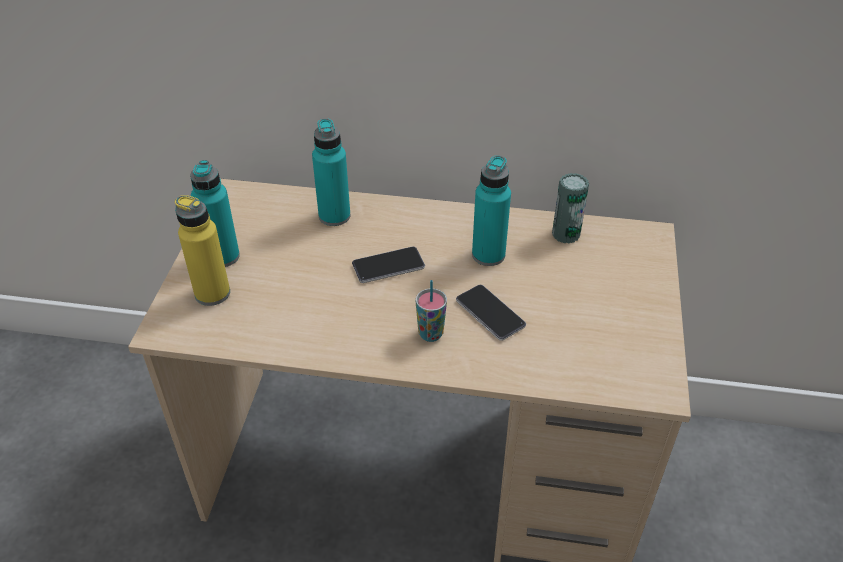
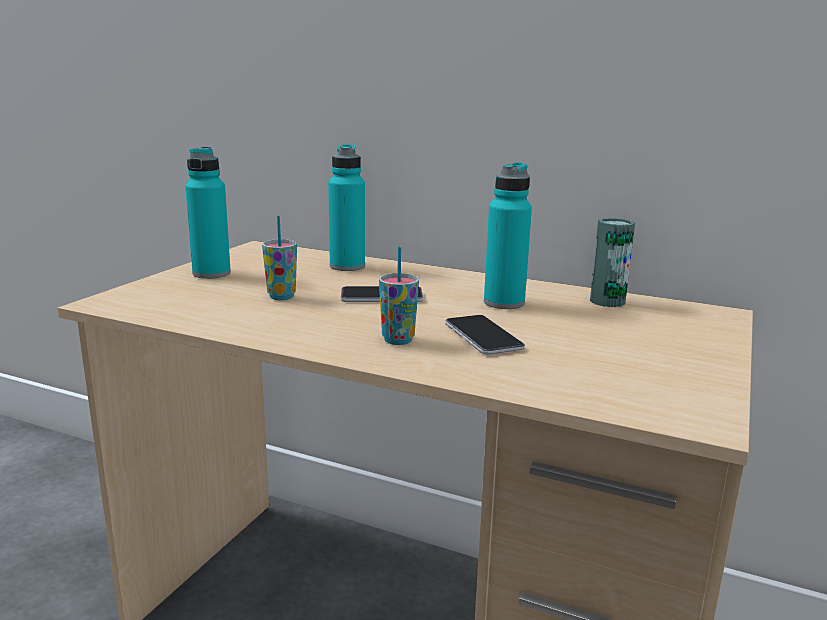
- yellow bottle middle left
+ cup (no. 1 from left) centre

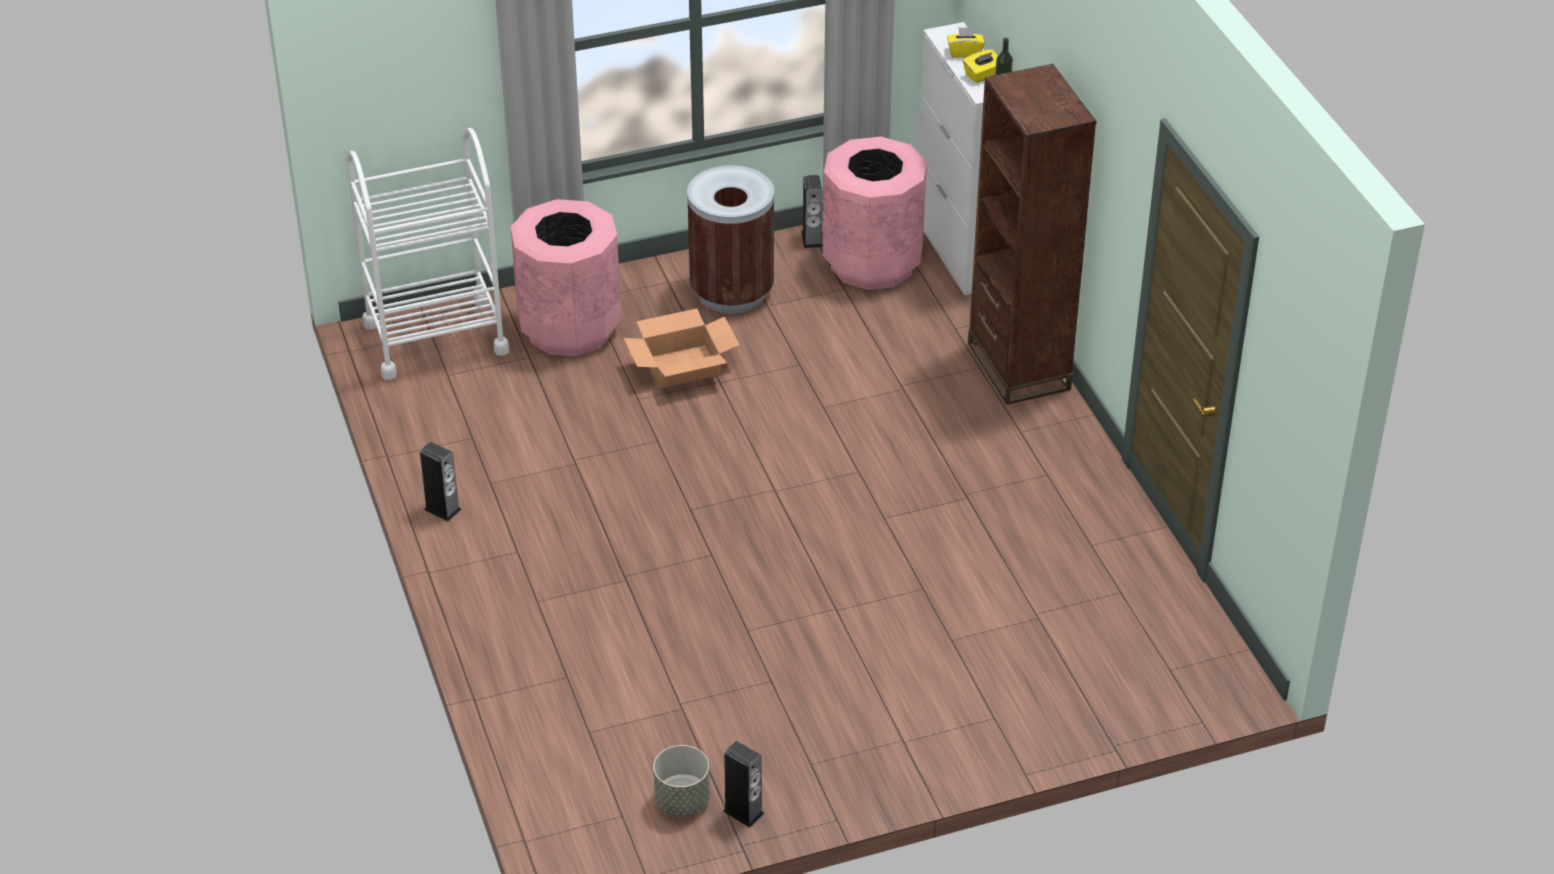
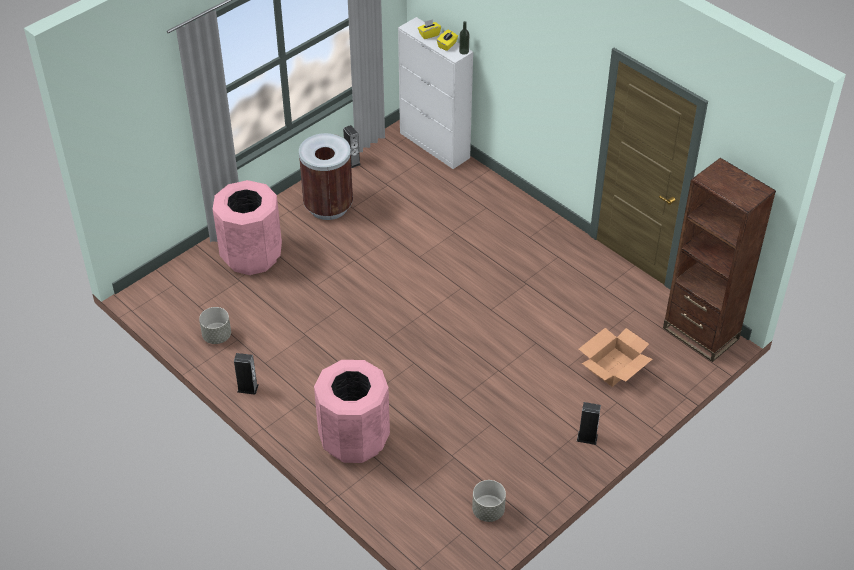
~ brown bookcase top centre to middle right
- white cart top left
~ pink trash can (no. 2 from left) top centre to bottom centre
~ cardboard box centre to middle right
~ speaker (no. 2 from left in the first image) bottom centre to speaker (no. 3 from left) bottom right
+ grey planter (no. 1 from left) middle left

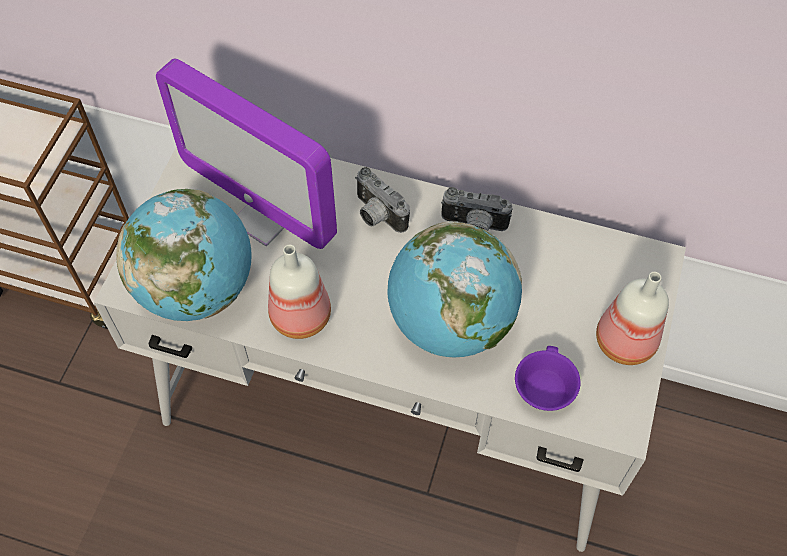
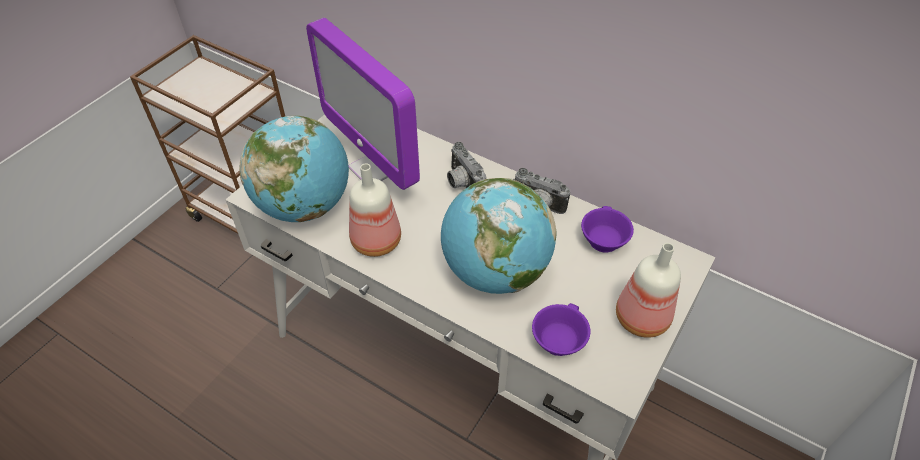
+ purple cup (no. 2 from left) centre

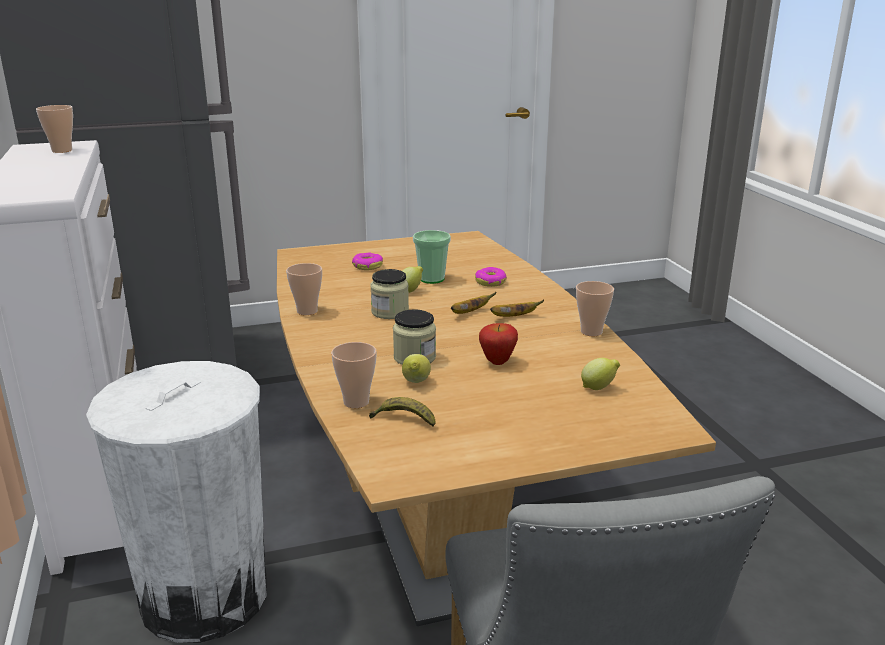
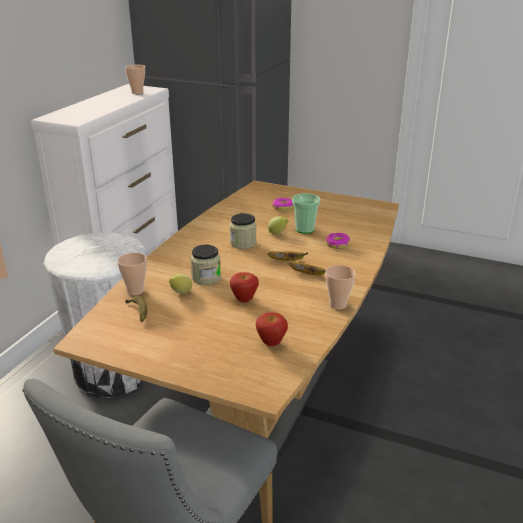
- cup (no. 2 from left) centre
~ lemon (no. 3 from left) middle right to apple (no. 2 from left) centre

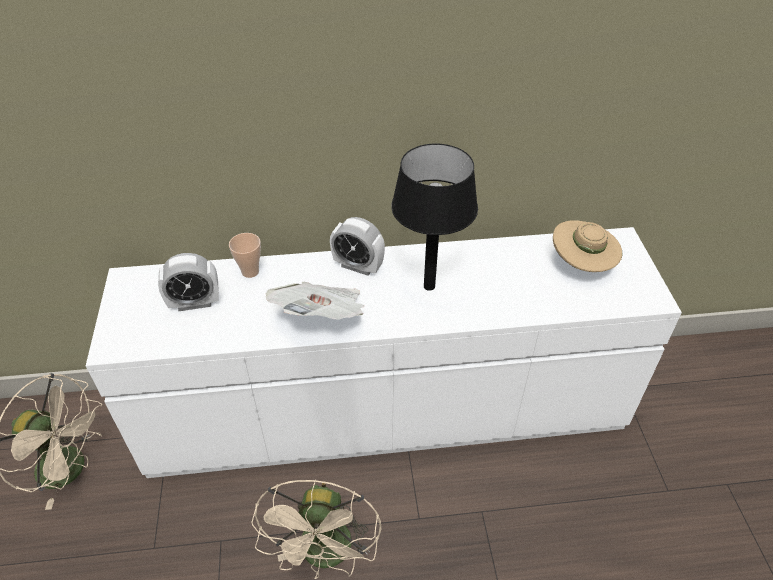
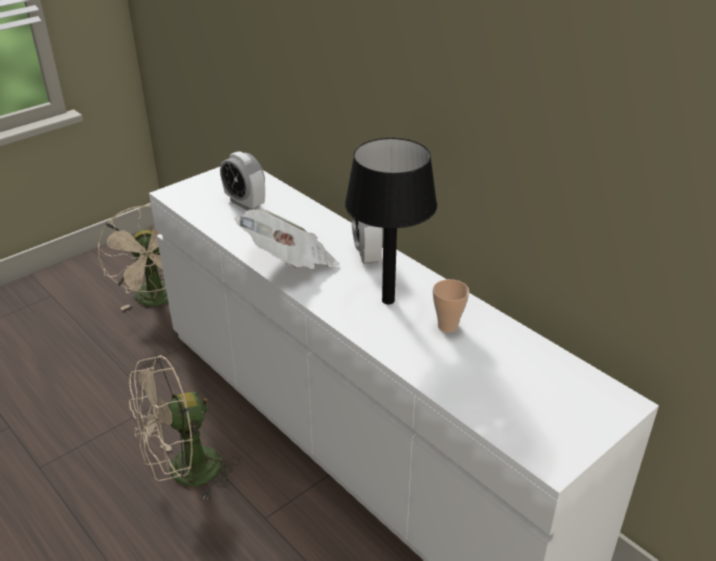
- beige hat middle right
~ cup middle left to centre

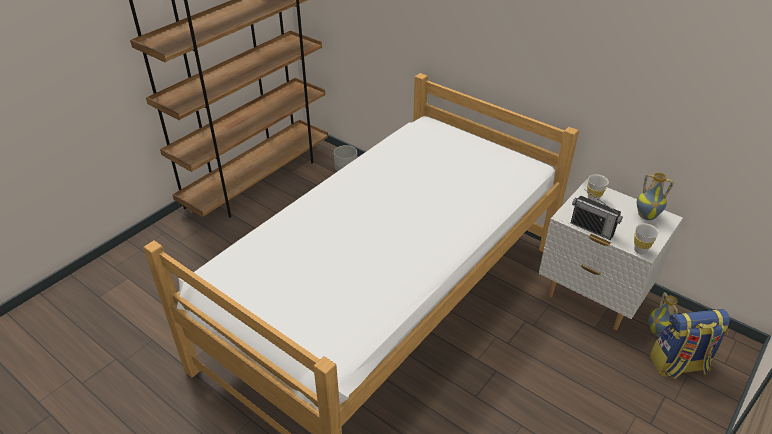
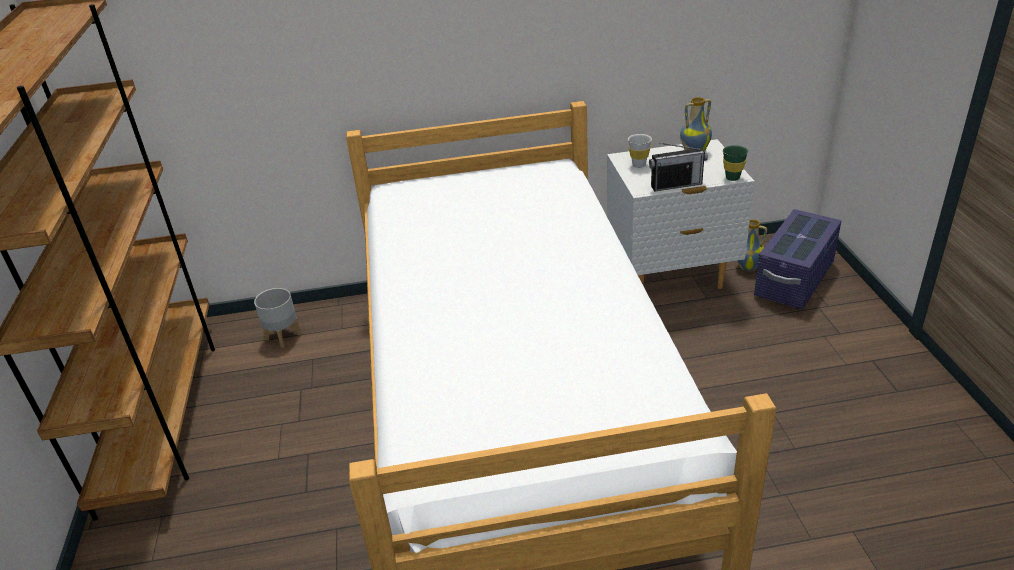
~ white cup (no. 2 from left) middle right to green cup top right
~ backpack bottom right to purple storage box middle right

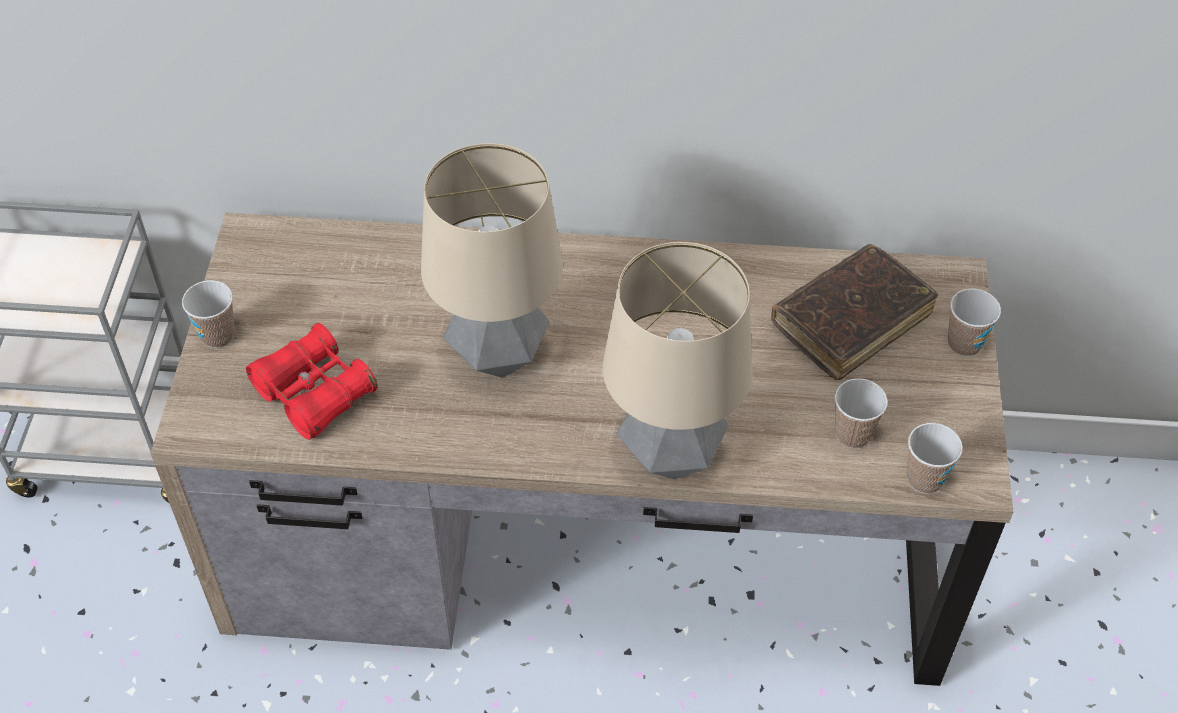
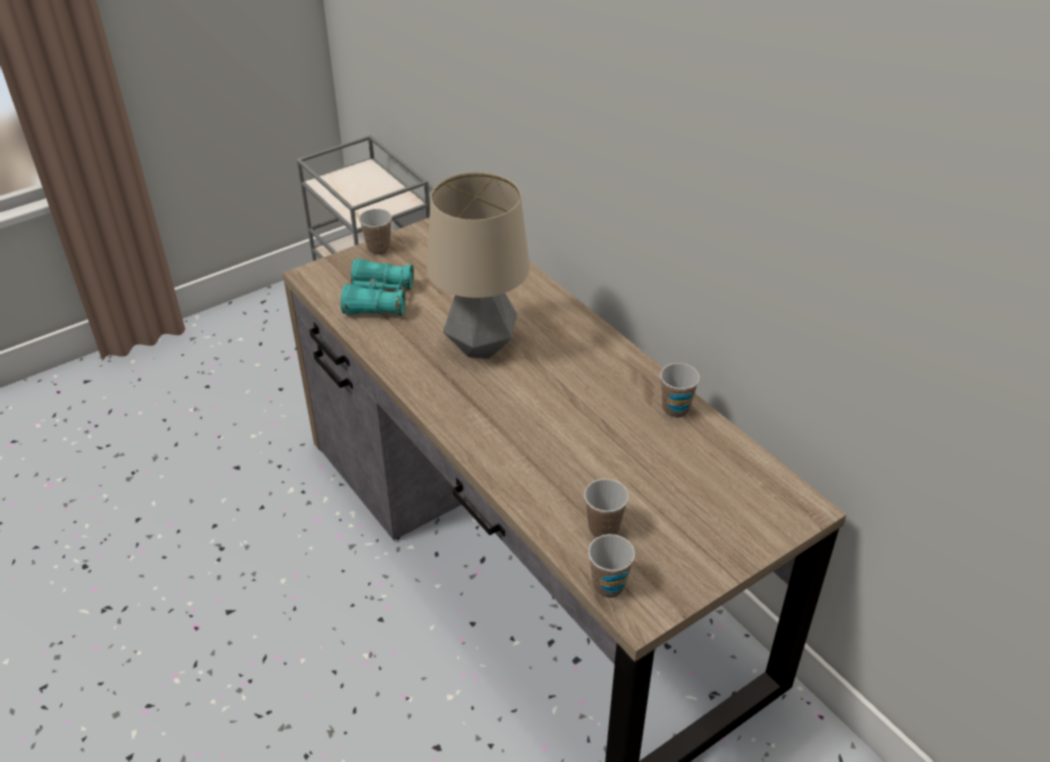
- table lamp (no. 2 from left) centre
- brown book middle right
~ cup (no. 4 from left) middle right to centre
~ red binoculars middle left to turquoise binoculars centre

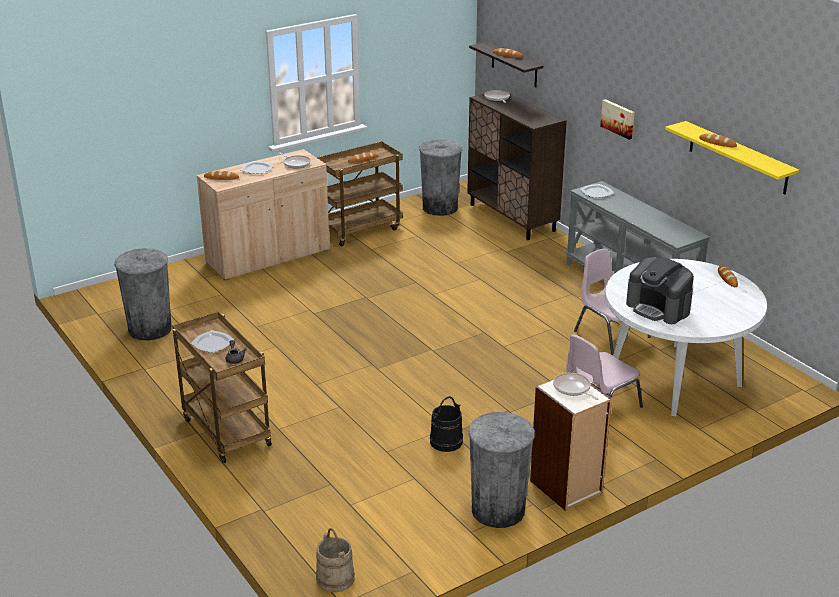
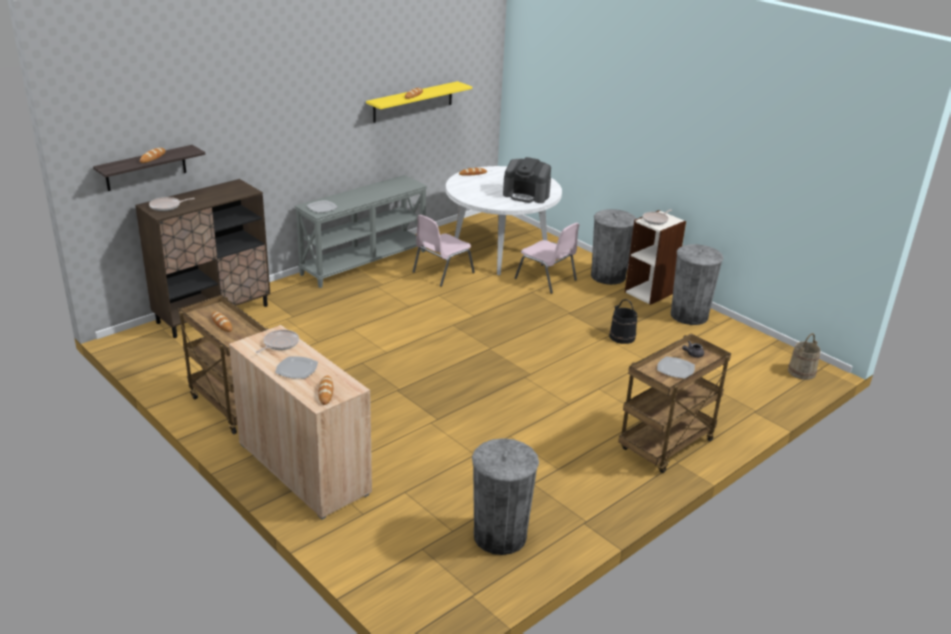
- picture top right
~ grey trash can (no. 2 from left) top centre to centre
~ coffee machine middle right = top centre 75 degrees clockwise

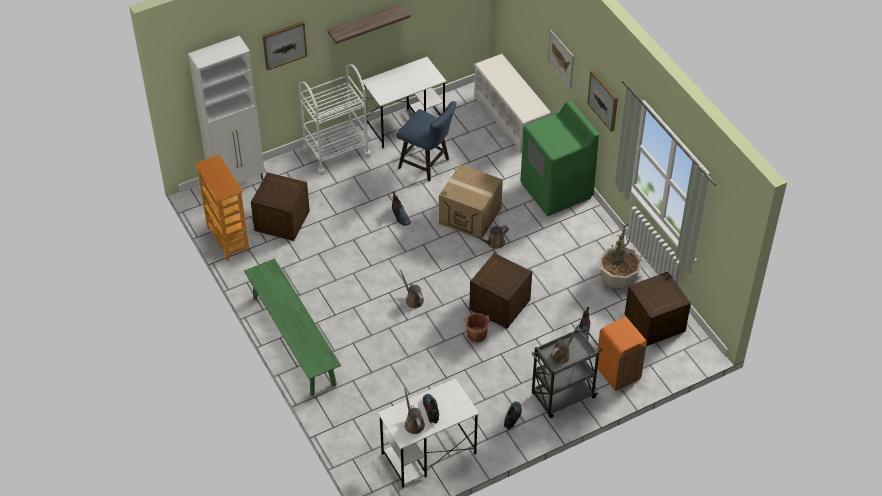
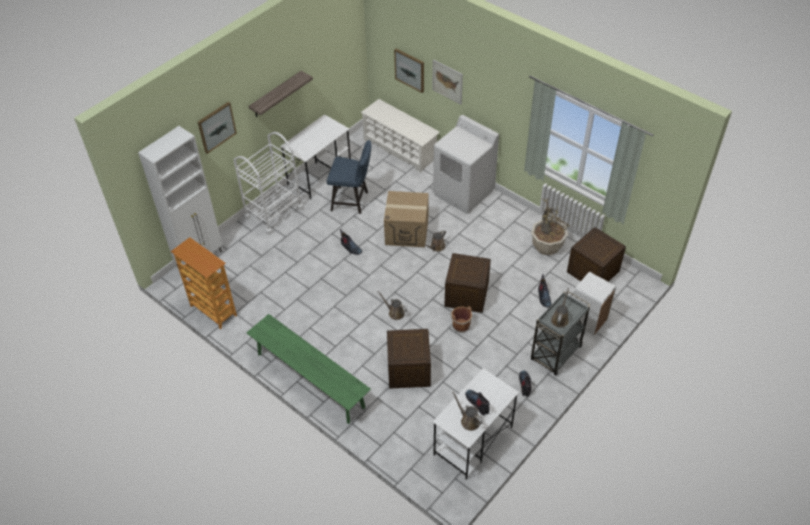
~ picture (no. 3 from left in the first image) top right to picture (no. 2 from left) top centre
~ green washing machine top centre to white washing machine top centre
~ crate (no. 1 from left) middle left to bottom centre
~ orange trash can bottom right to white trash can middle right

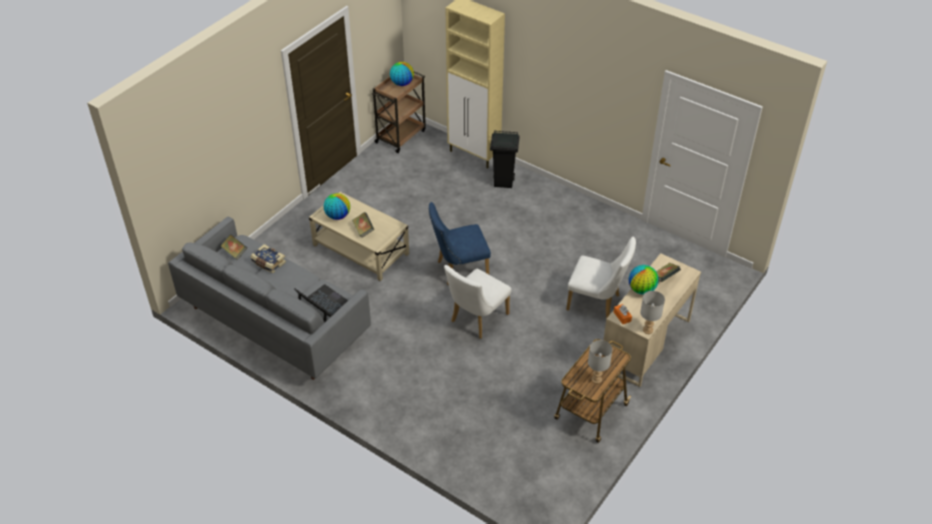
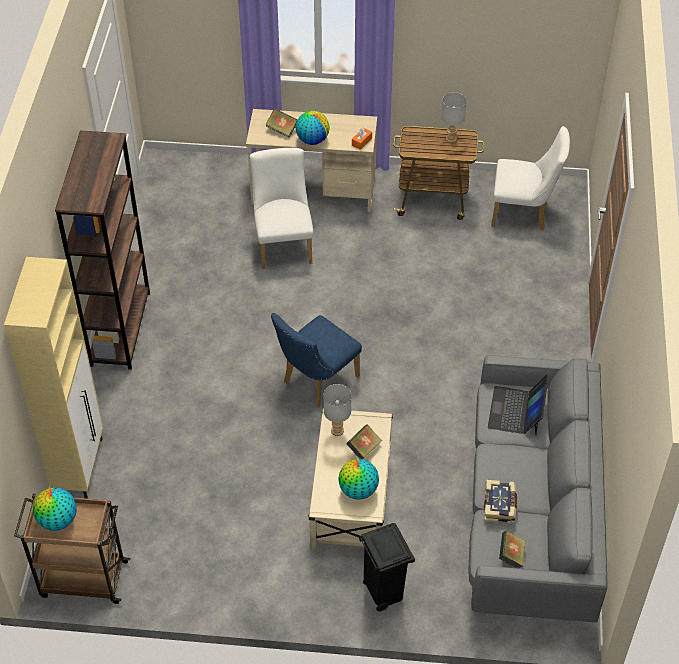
~ black trash can top centre to bottom centre
~ blue chair centre = centre 90 degrees clockwise
~ white chair (no. 1 from left in the first image) centre to white chair (no. 2 from left) top right
~ grey table lamp (no. 2 from left in the first image) middle right to grey table lamp (no. 1 from left) centre
+ brown bookcase middle left

